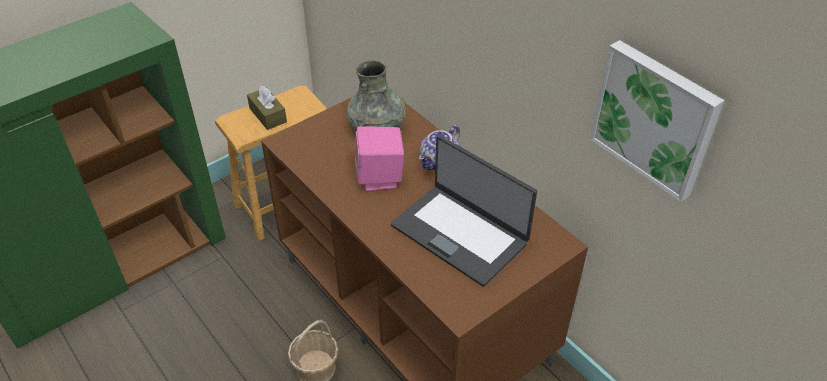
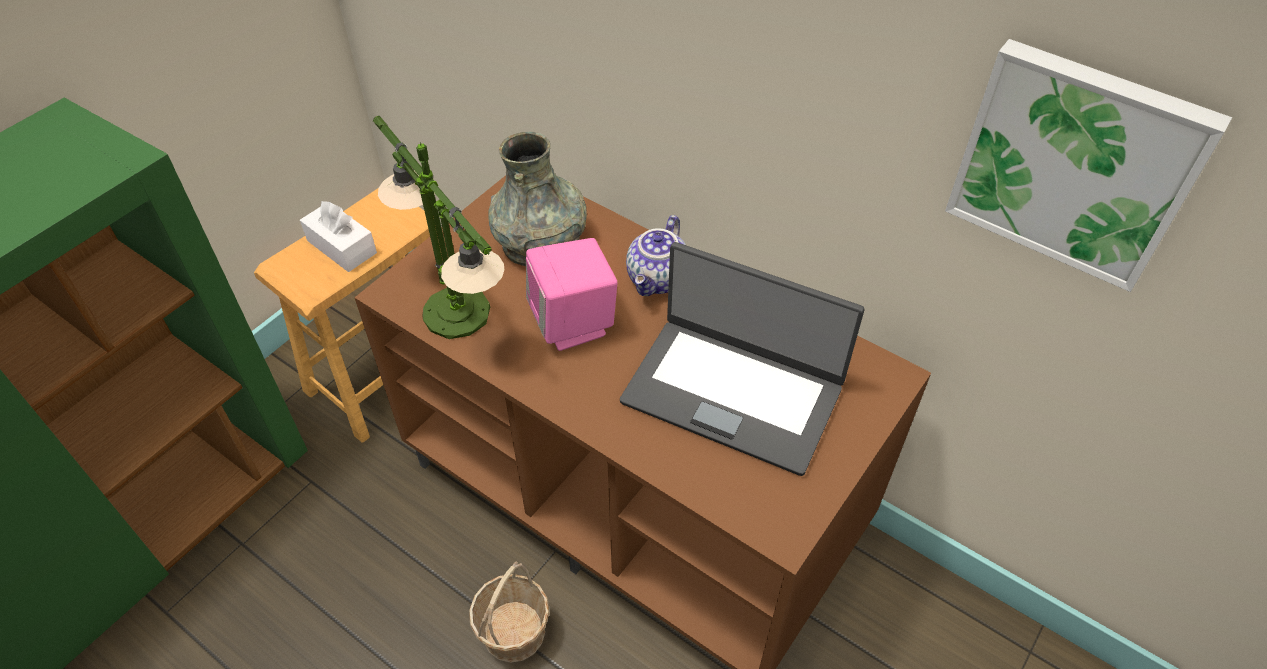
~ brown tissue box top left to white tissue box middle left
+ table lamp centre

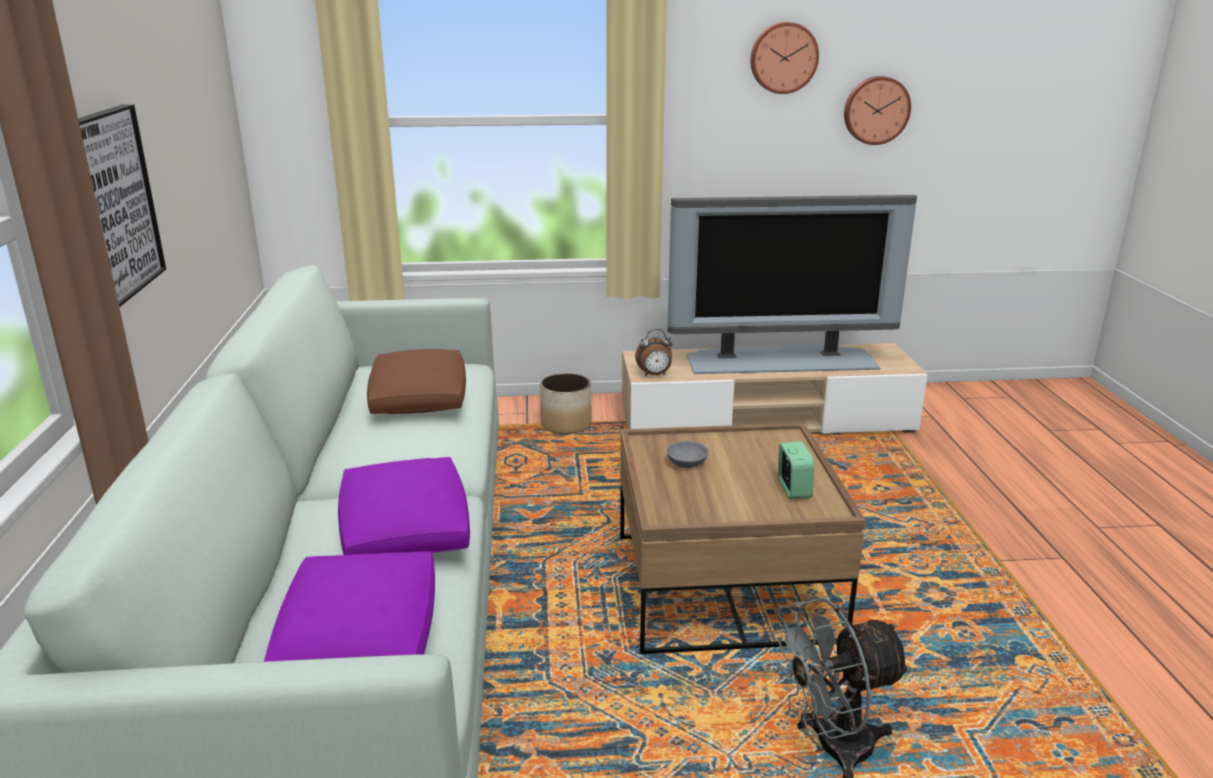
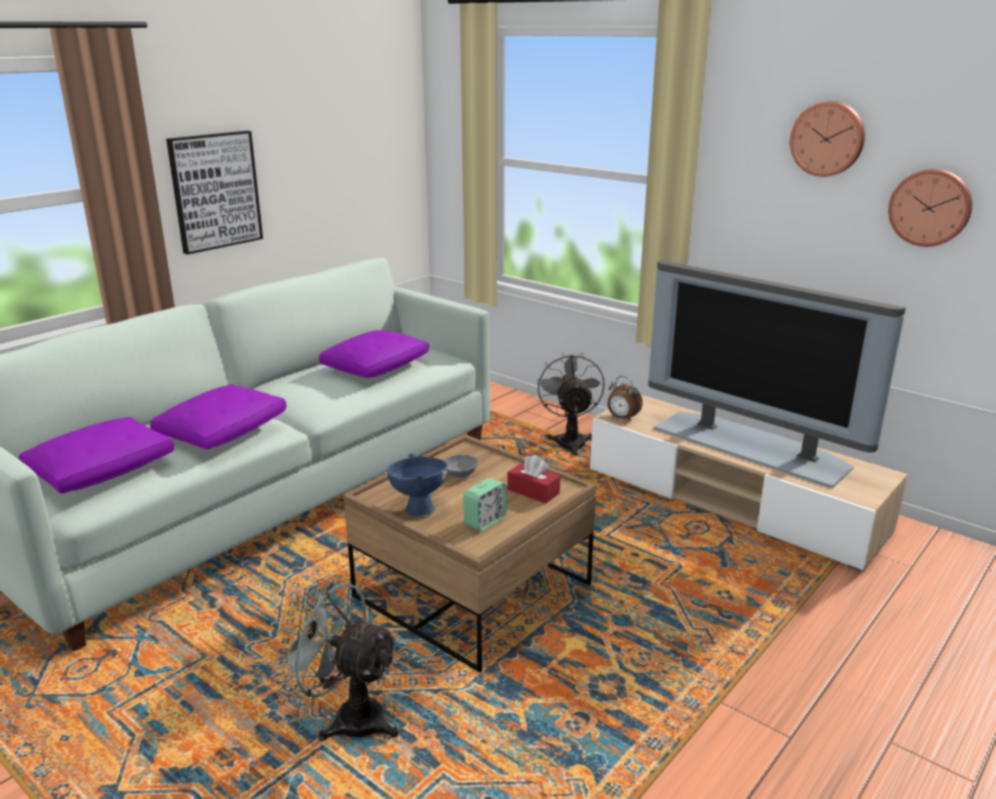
~ brown pillow centre to purple pillow (no. 3 from left) centre
~ planter centre to grey fan (no. 2 from left) centre
+ blue bowl centre
+ red tissue box centre

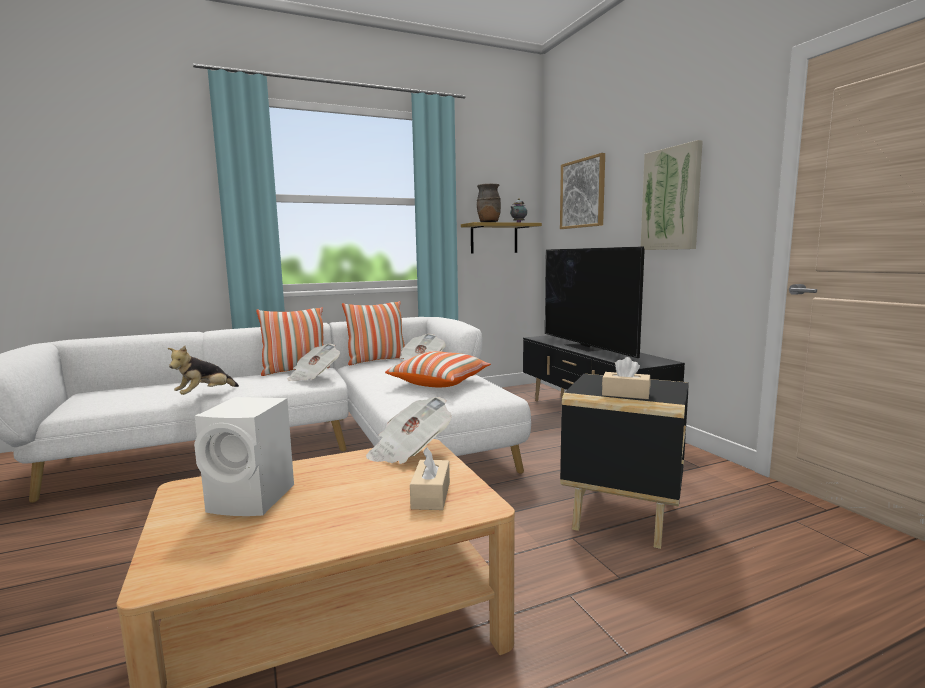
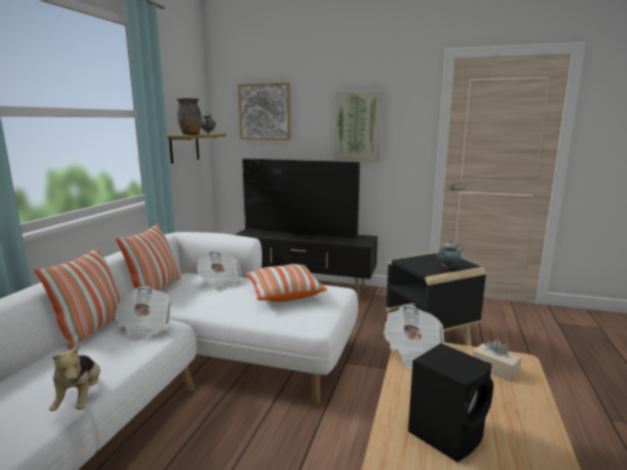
~ beige tissue box (no. 2 from left) middle right to teapot (no. 2 from left) middle right
~ white speaker middle left to black speaker bottom right

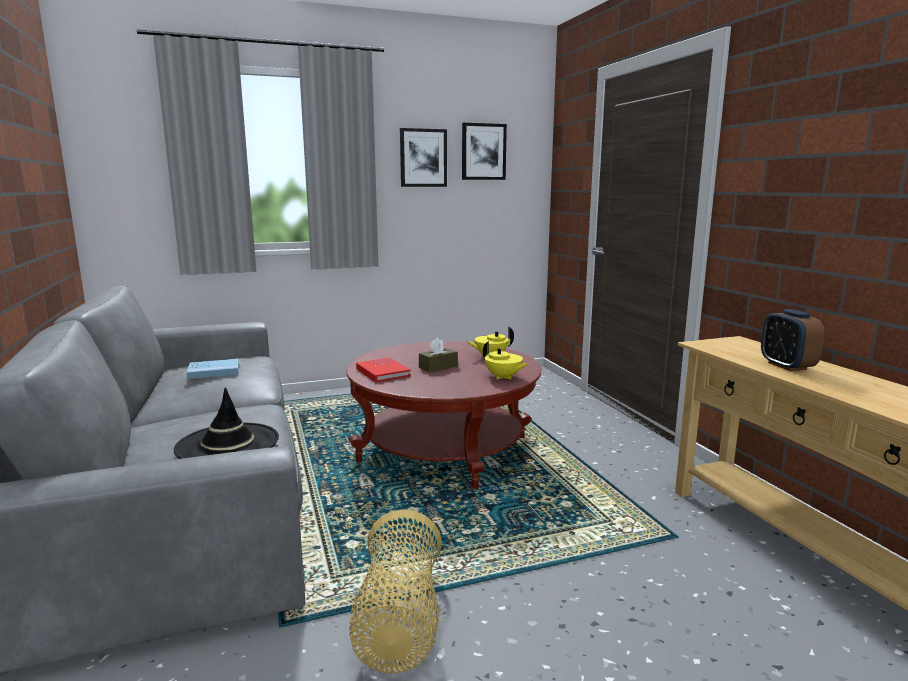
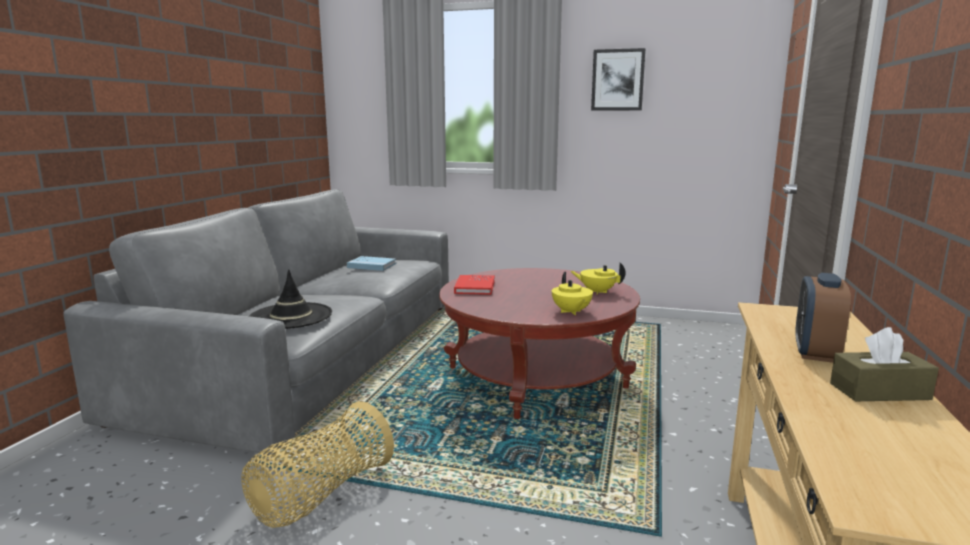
- picture (no. 2 from left) top centre
~ brown tissue box centre to bottom right

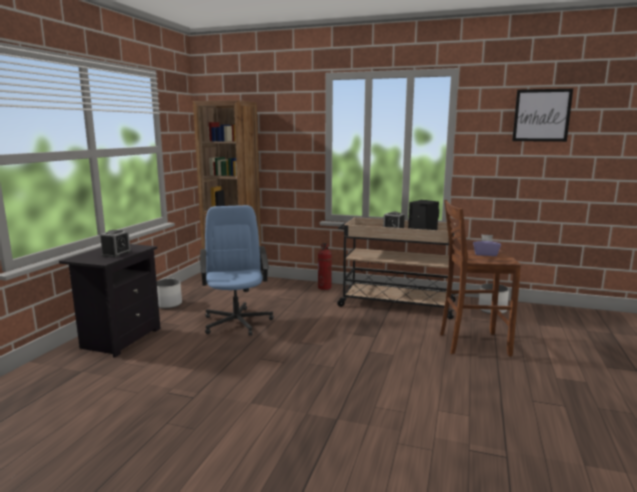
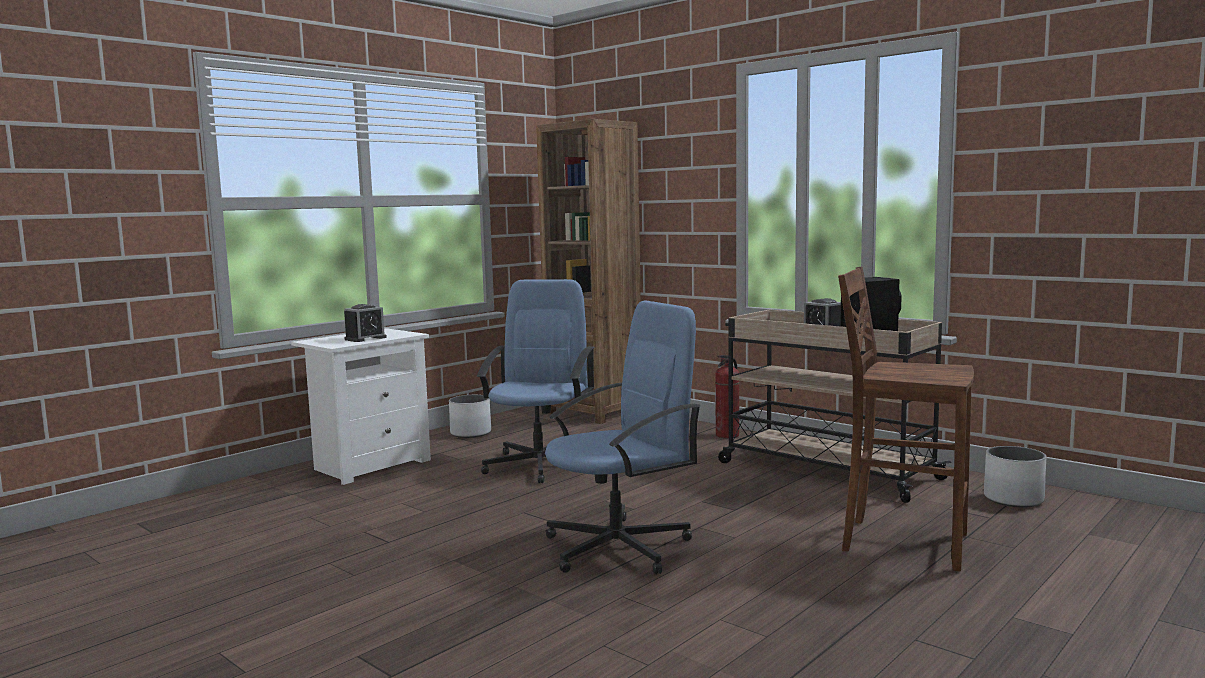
- picture top right
- purple tissue box middle right
~ black nightstand middle left to white nightstand middle left
+ blue office chair (no. 2 from left) centre

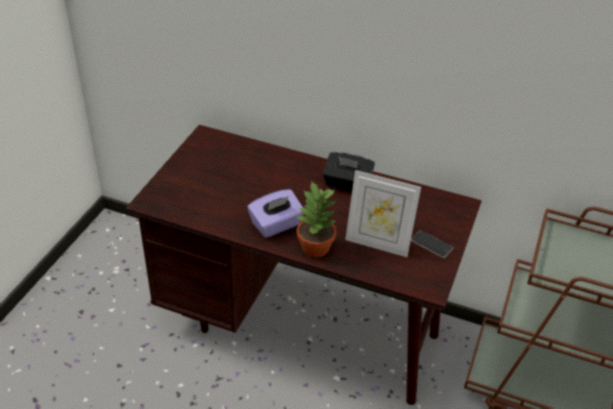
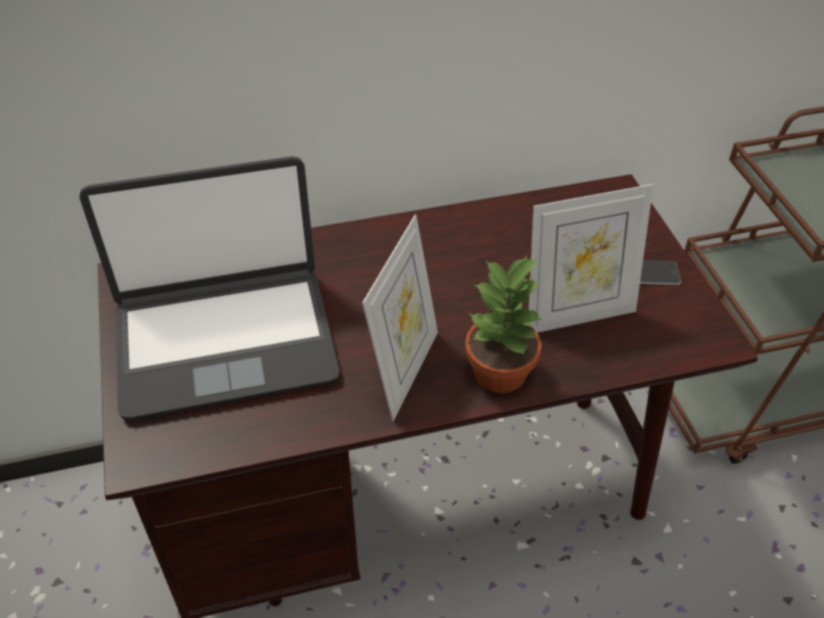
- black tissue box centre
~ purple tissue box centre to picture frame (no. 1 from left) centre
+ laptop middle left

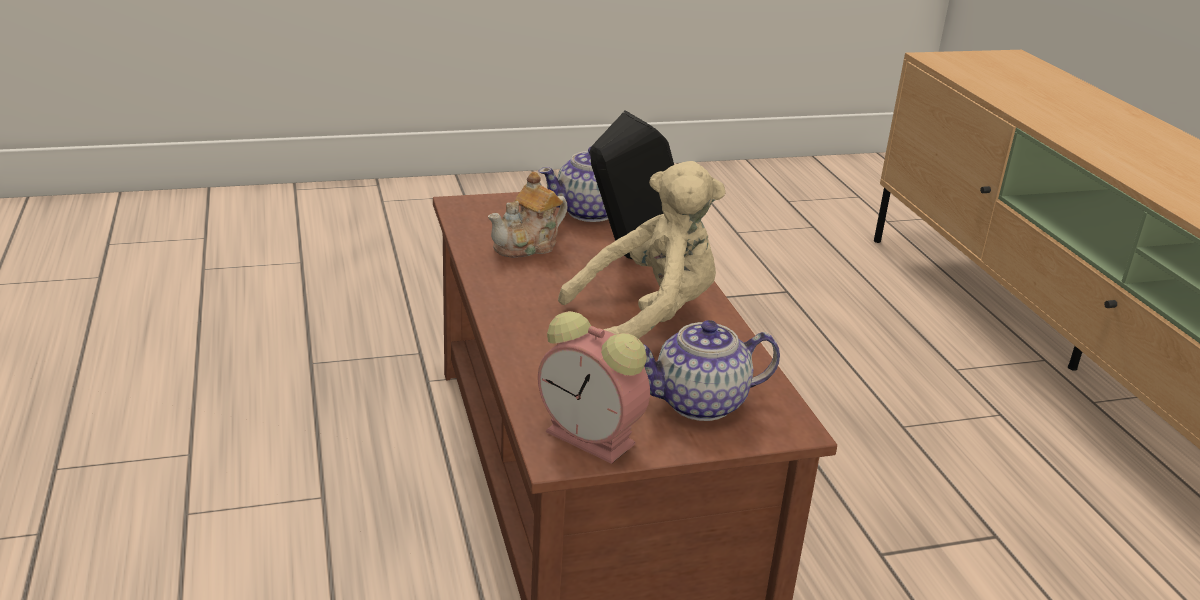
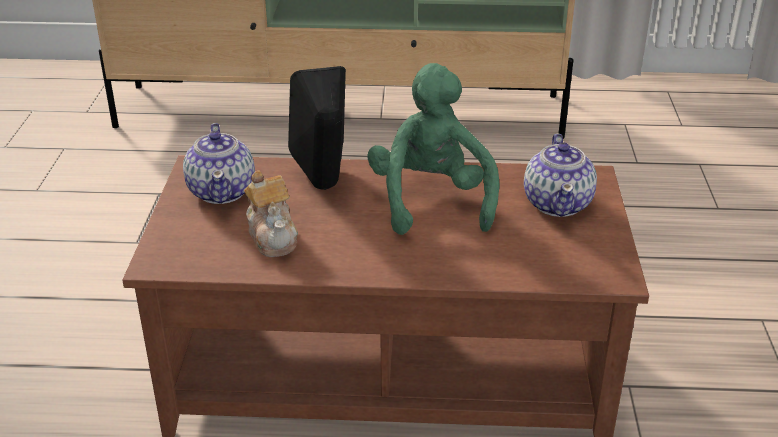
~ beige plush toy centre to green plush toy centre
- alarm clock centre

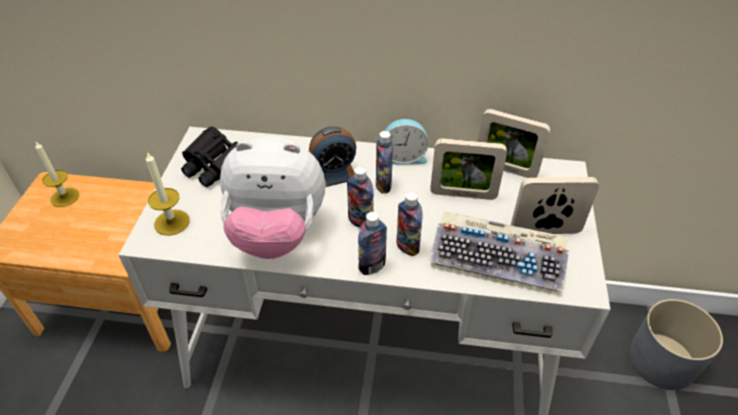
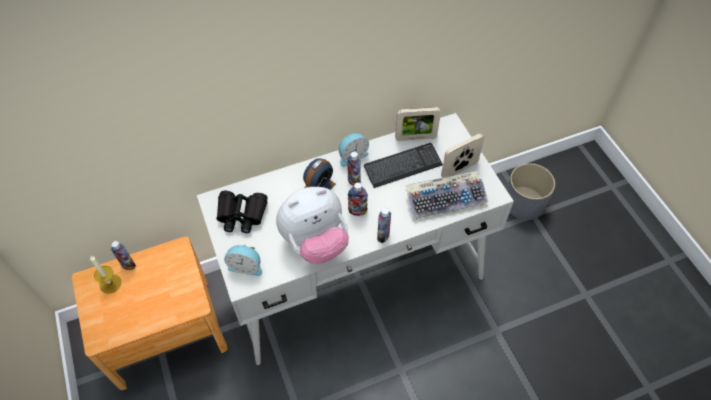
~ picture frame (no. 1 from left) centre to keyboard (no. 1 from left) centre
~ candle (no. 2 from left) middle left to alarm clock (no. 1 from left) centre
~ bottle (no. 4 from left in the first image) centre to bottle (no. 1 from left) middle left

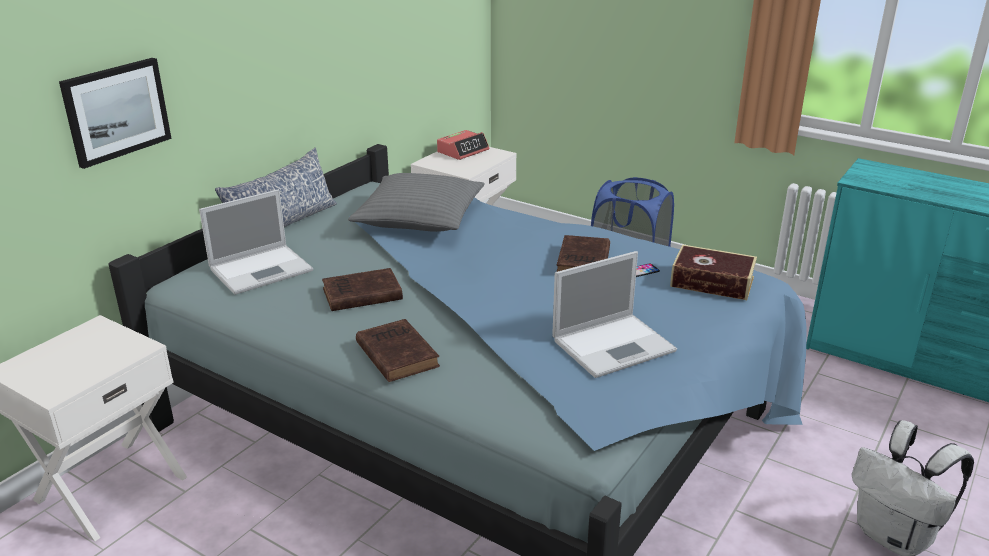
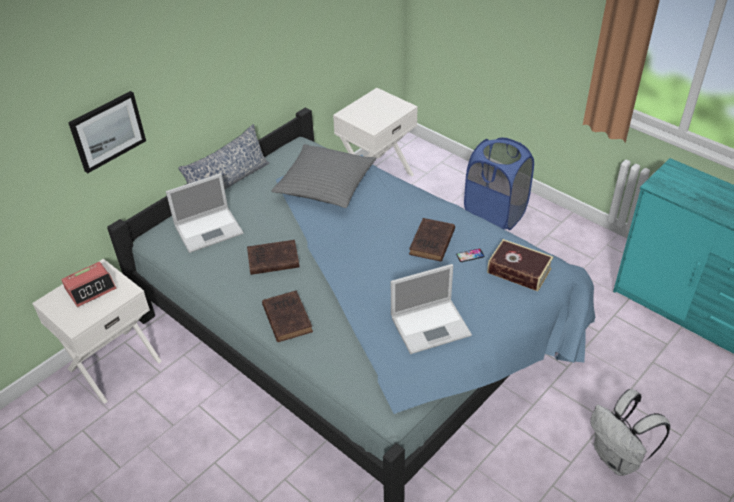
~ alarm clock top centre to middle left

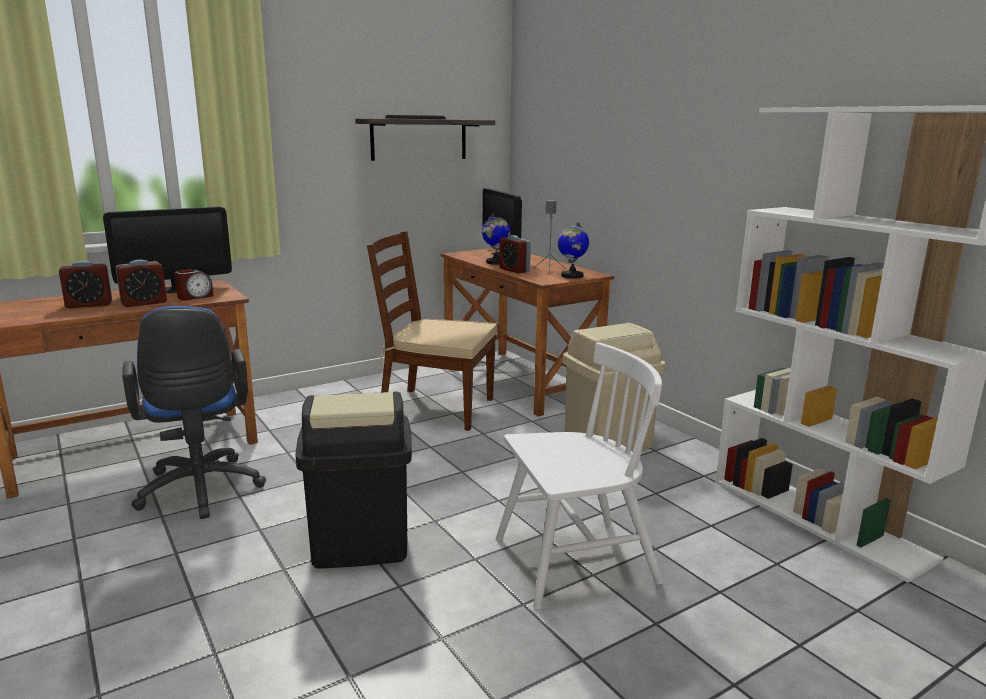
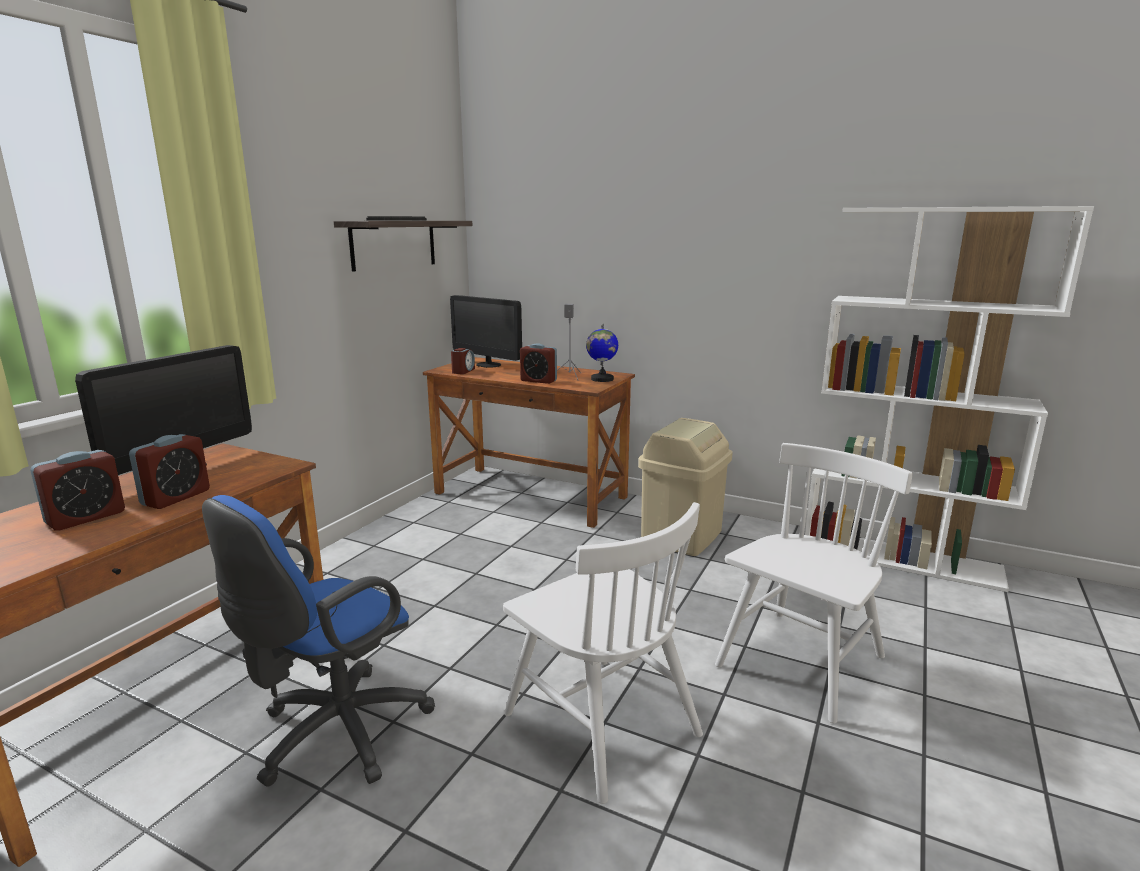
- globe (no. 1 from left) centre
- brown chair centre
~ alarm clock (no. 3 from left) middle left to centre
~ blue office chair middle left = bottom left 90 degrees clockwise
~ black trash can bottom centre to white chair (no. 1 from left) bottom centre

